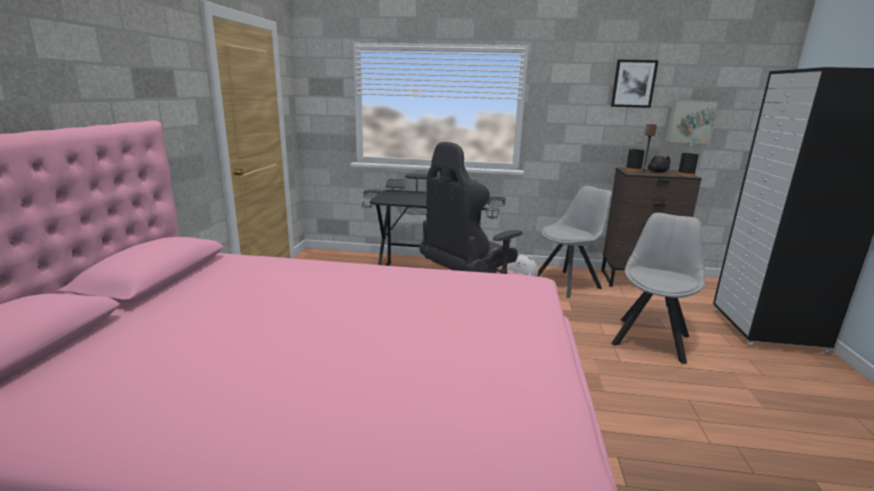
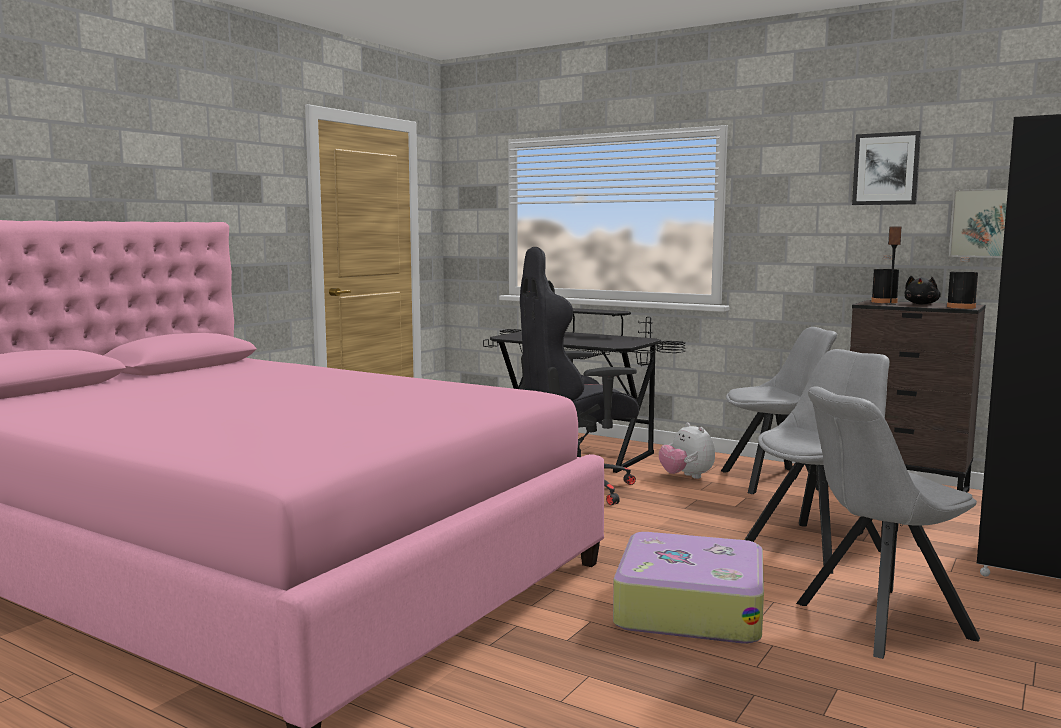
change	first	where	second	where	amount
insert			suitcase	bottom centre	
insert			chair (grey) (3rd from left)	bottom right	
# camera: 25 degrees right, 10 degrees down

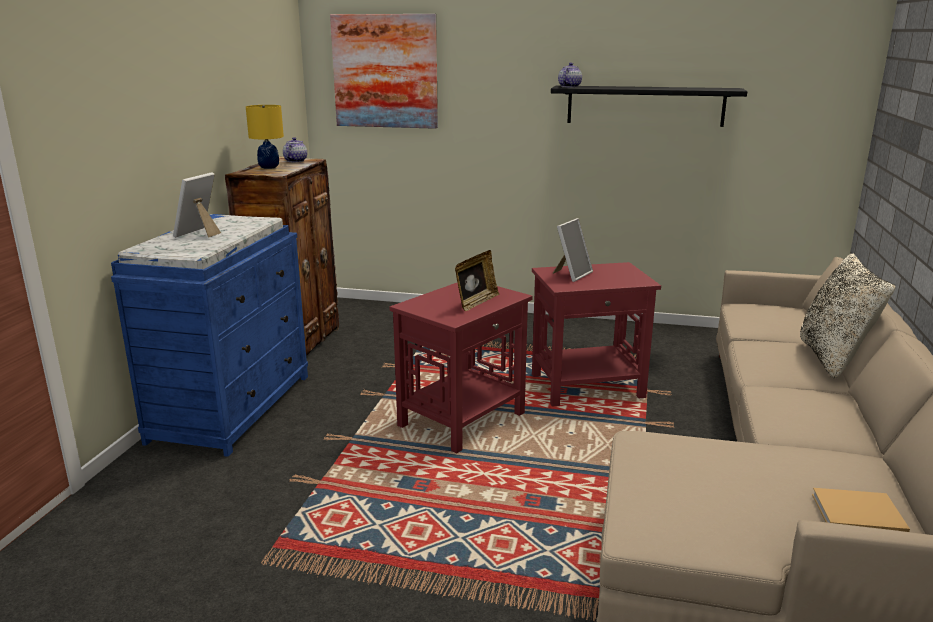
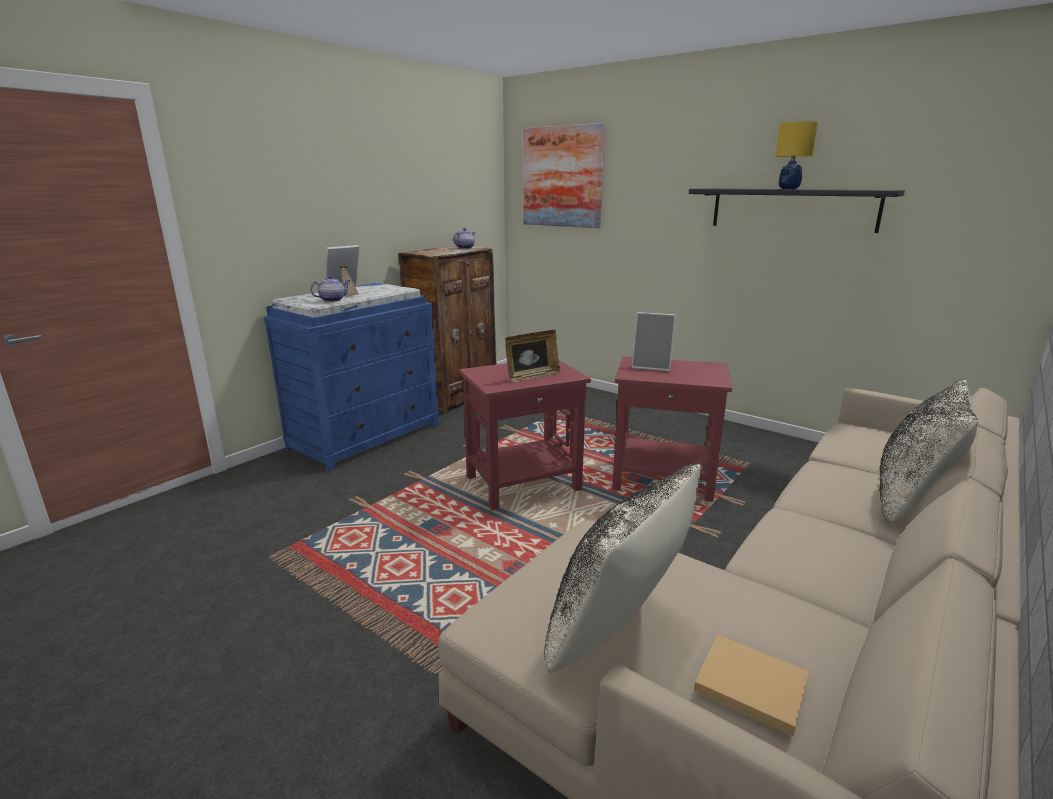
change	first	where	second	where	amount
move	teapot (2nd from left in the first image)	top centre	teapot (1st from left)	middle left	
insert			pillow (beige) (1st from left)	bottom centre	
rotate	picture frame (3rd from left)	centre		centre	45 degrees clockwise
move	table lamp (yellow)	top left		top right	
# camera: 25 degrees right, 0 degrees up

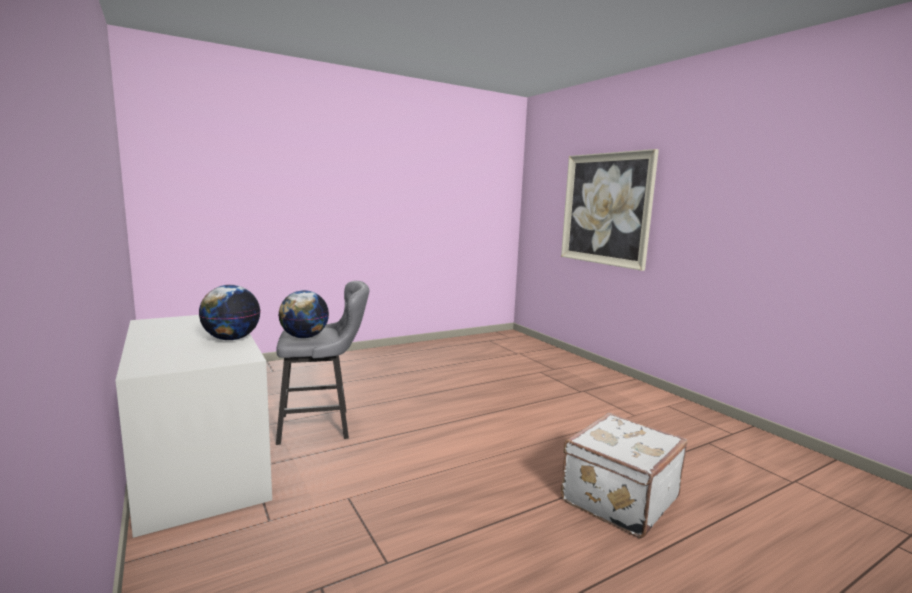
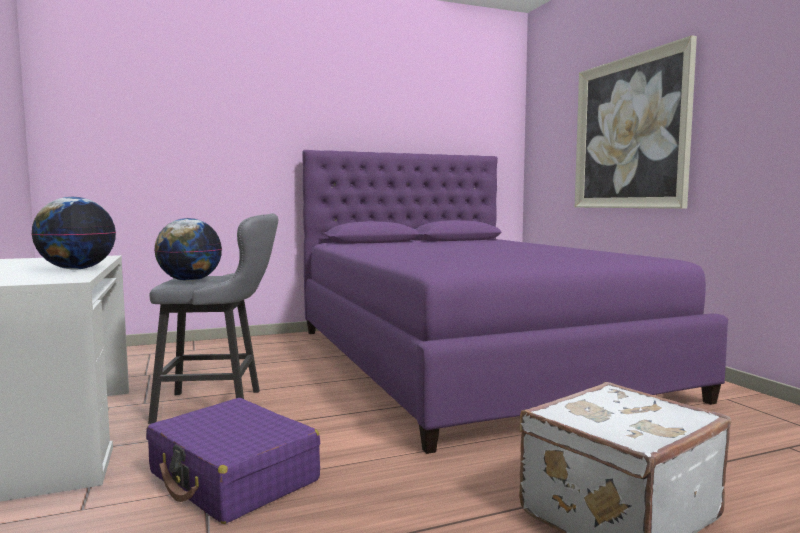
change	first	where	second	where	amount
insert			suitcase (purple)	bottom left	
insert			bed (purple)	centre	
# camera: 10 degrees right, 5 degrees down

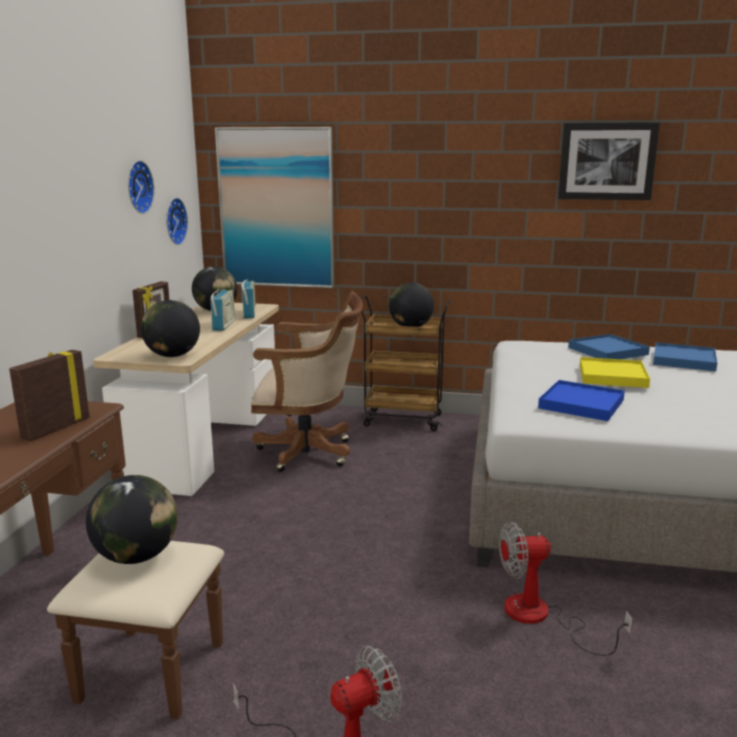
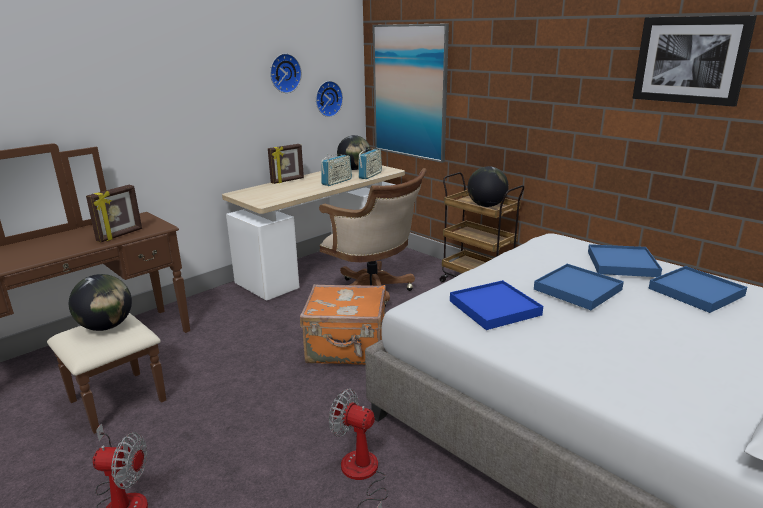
change	first	where	second	where	amount
rotate	picture frame (1st from left)	middle left		middle left	150 degrees clockwise
insert			suitcase (orange)	centre	
recolor	tray (yellow)	middle right	tray (blue) (2nd from left)	middle right	
delete	globe (2nd from left)	middle left			
# camera: 35 degrees right, 5 degrees up

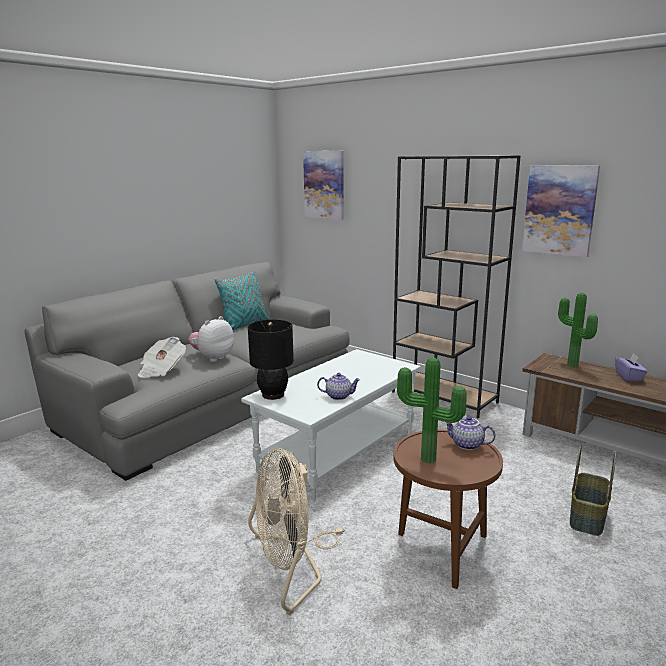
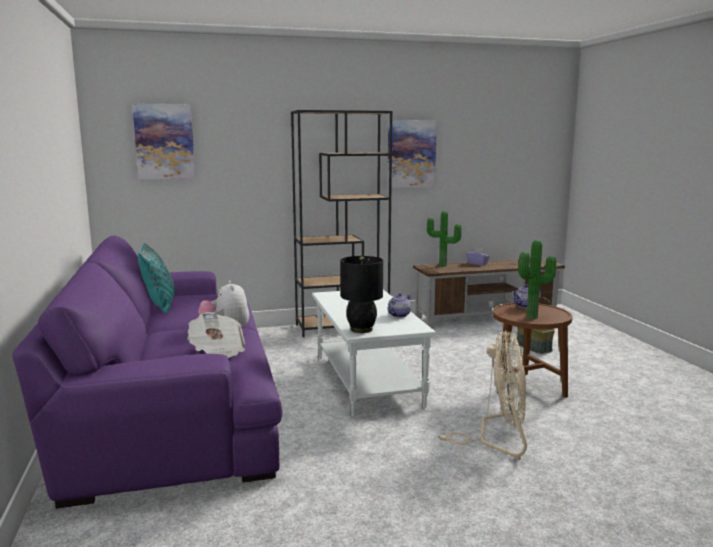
change	first	where	second	where	amount
recolor	sofa (grey)	middle left	sofa (purple)	bottom left	
rotate	fan (beige)	bottom centre		bottom right	90 degrees counterclockwise
# camera: 55 degrees left, 5 degrees down

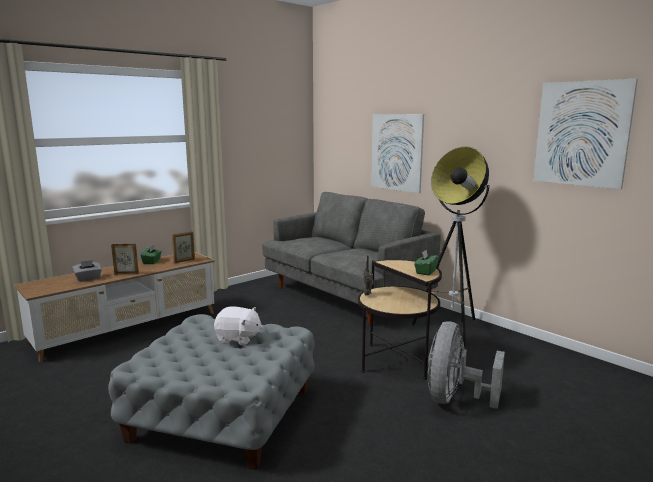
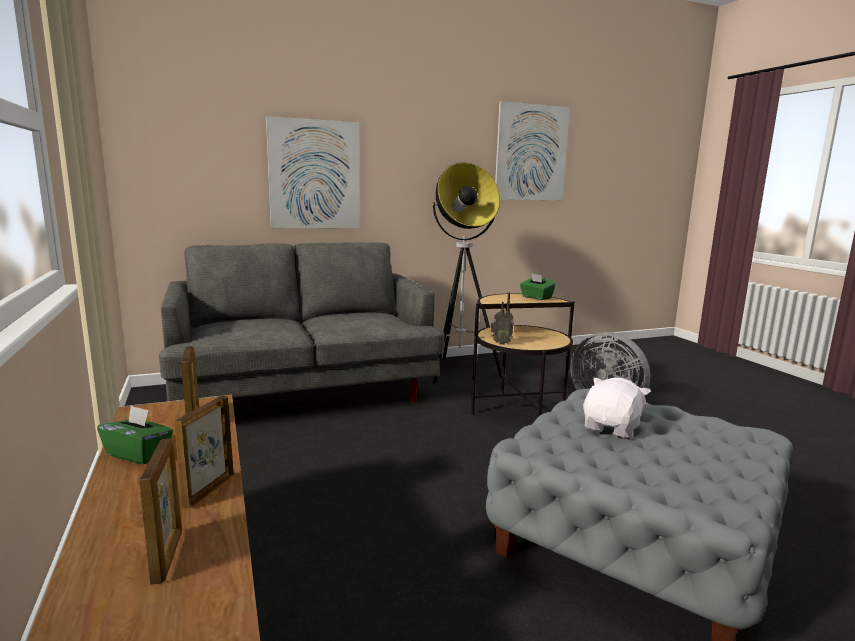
change	first	where	second	where	amount
replace	tissue box (grey)	middle left	picture frame (1st from left)	bottom left	
# camera: 70 degrees left, 0 degrees up

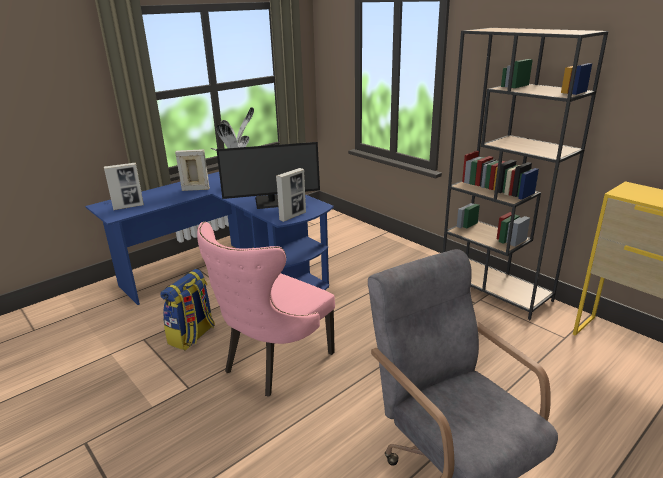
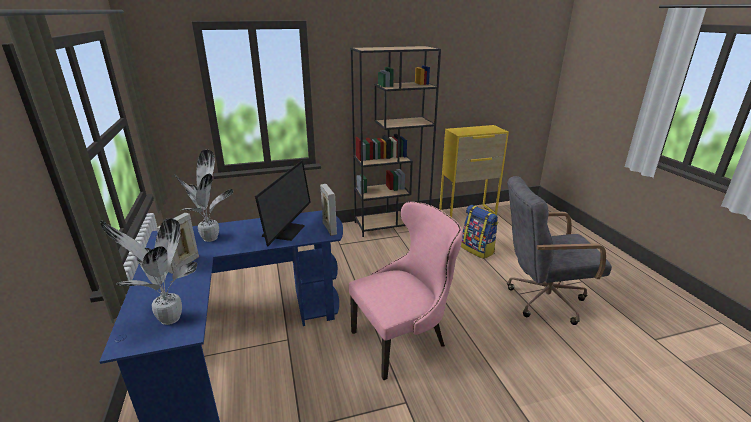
change	first	where	second	where	amount
replace	picture frame (1st from left)	middle left	potted plant (1st from left)	middle left	
rotate	chair (pink)	centre		bottom centre	90 degrees counterclockwise
move	backpack	middle left		centre	
# camera: 65 degrees left, 0 degrees up

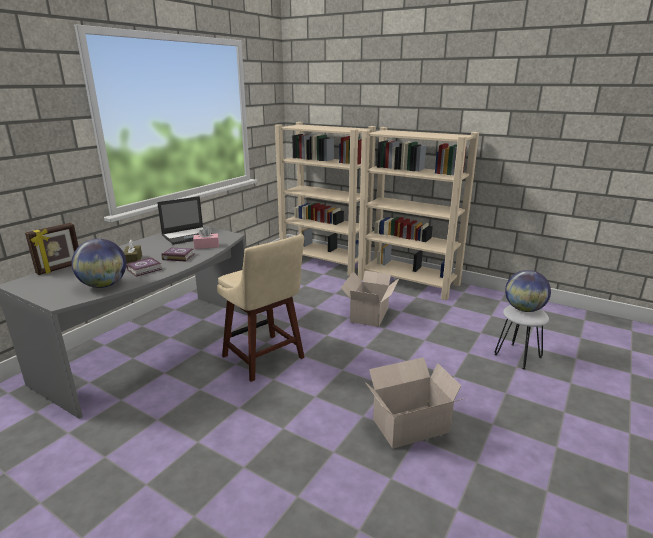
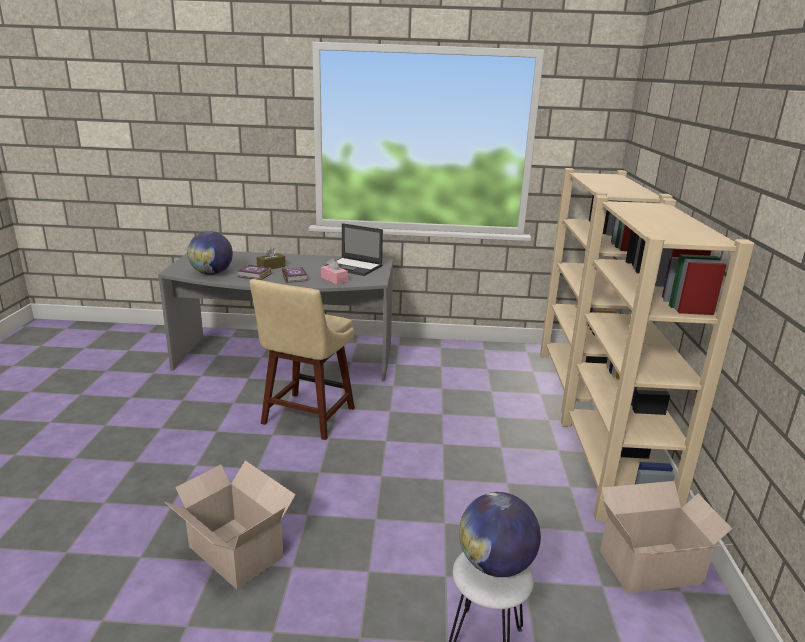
change	first	where	second	where	amount
move	cardboard box (1st from left in the first image)	centre	cardboard box (2nd from left)	bottom right	
delete	picture frame	middle left			
# camera: 60 degrees right, 0 degrees up

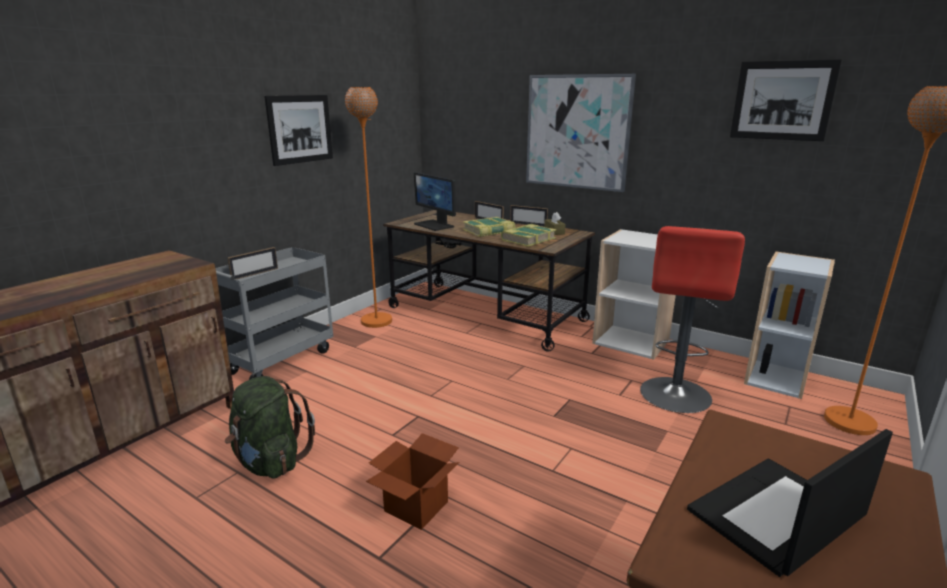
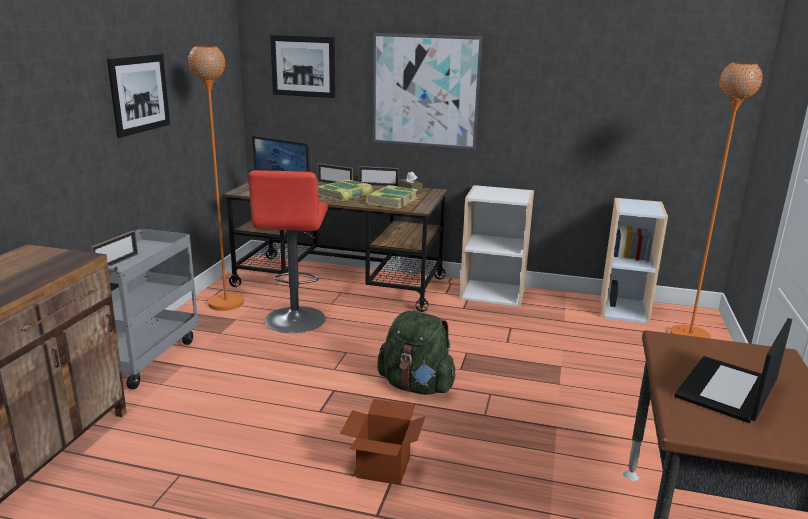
change	first	where	second	where	amount
move	stool (red)	middle right		centre	
move	picture (3rd from left in the first image)	top right	picture (2nd from left)	top centre	
move	backpack (green)	bottom left		bottom centre	
# camera: 20 degrees left, 0 degrees up

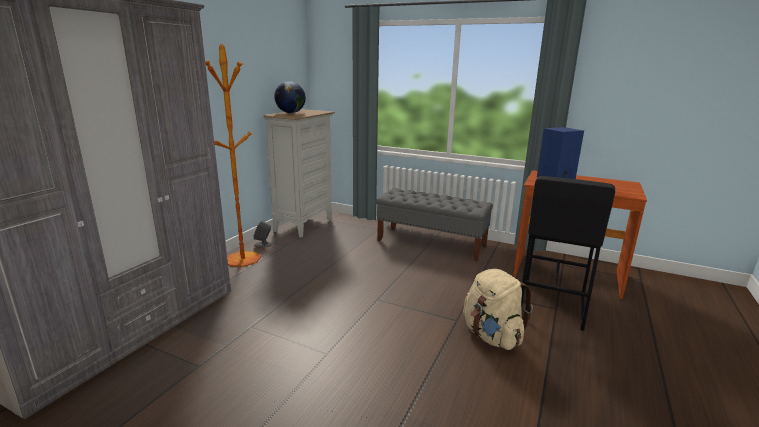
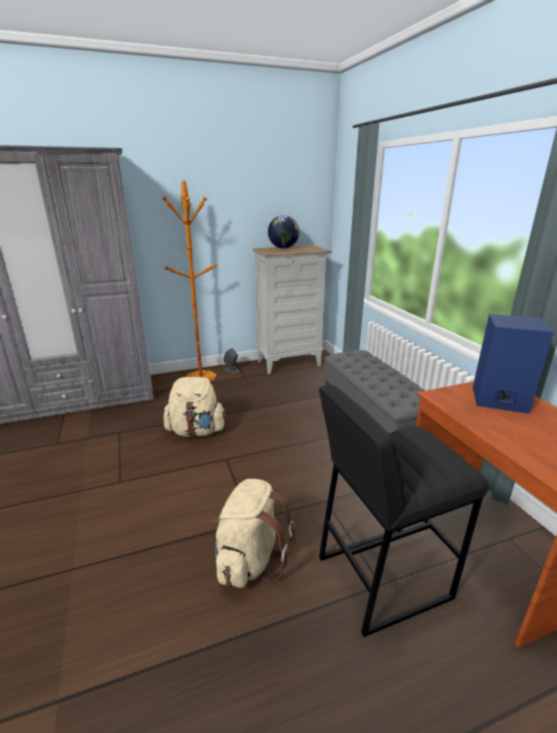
change	first	where	second	where	amount
insert			backpack (beige) (1st from left)	centre	
# camera: 45 degrees right, 5 degrees up

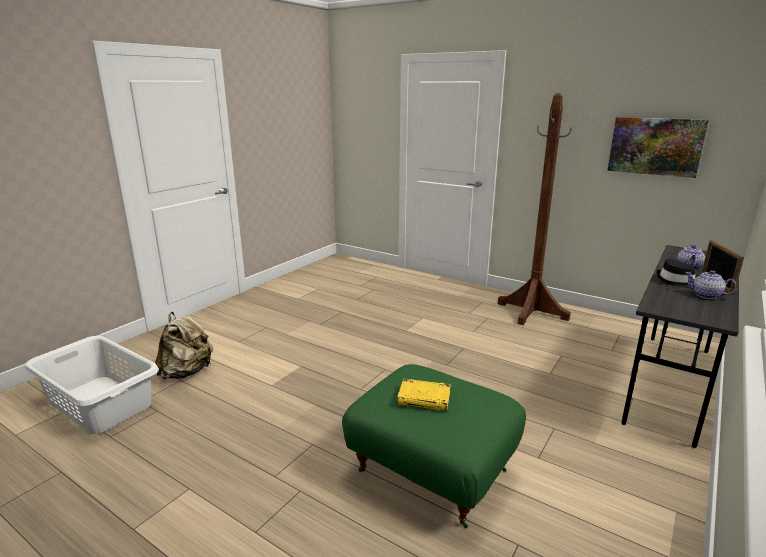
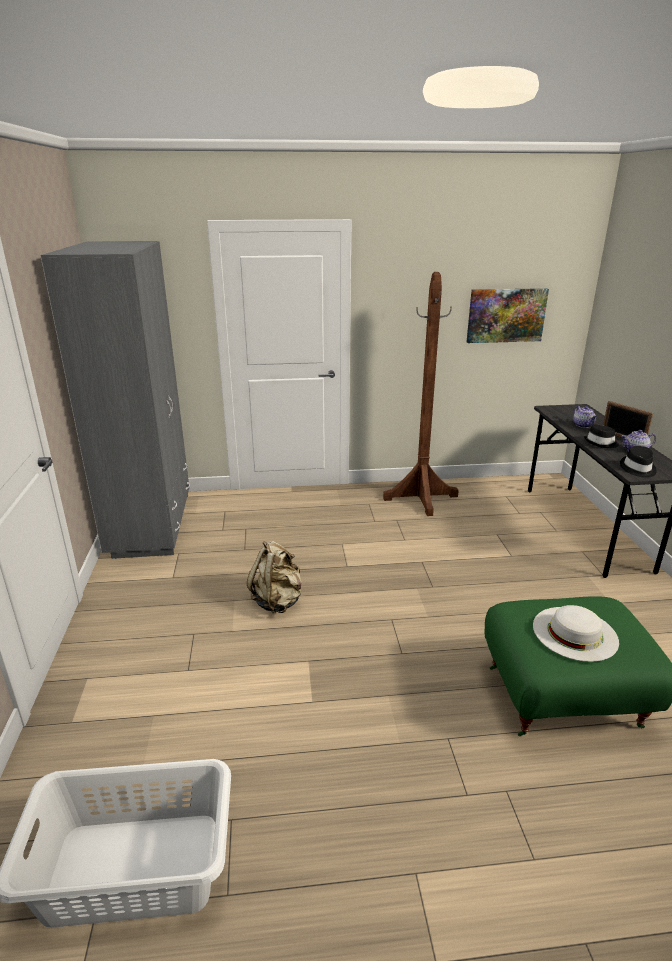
change	first	where	second	where	amount
insert			wardrobe (grey)	middle left	
move	backpack (beige)	middle left		centre	
replace	book (yellow)	bottom centre	hat (white)	middle right	
insert			hat (black) (2nd from left)	middle right	
# camera: 40 degrees left, 5 degrees up

